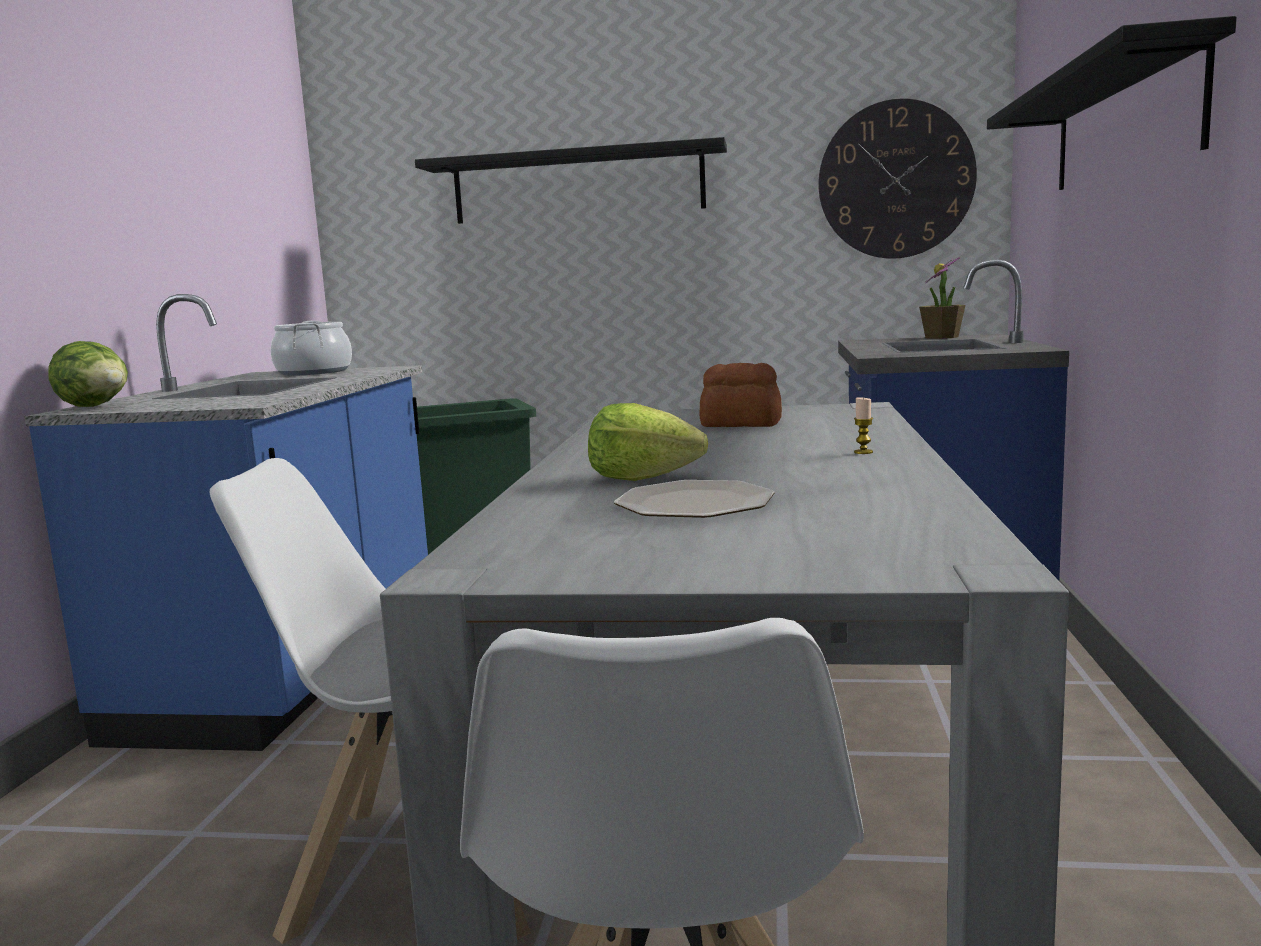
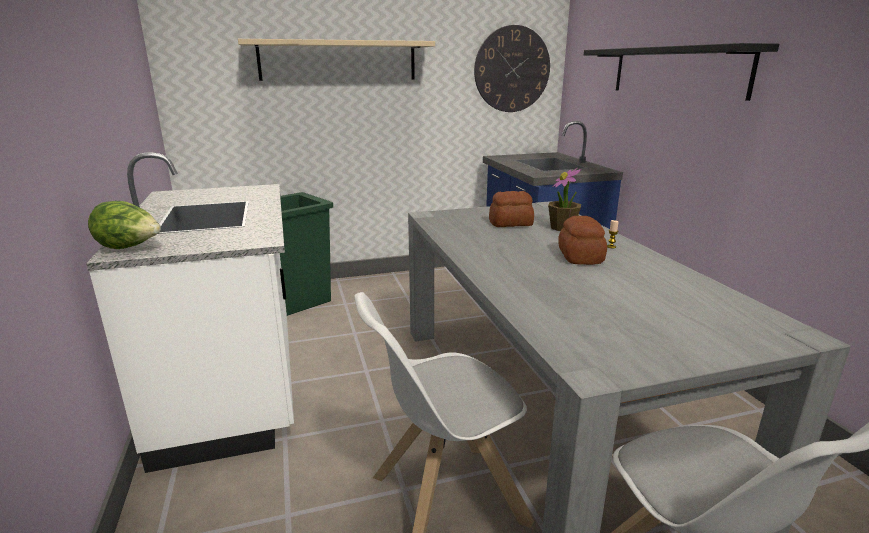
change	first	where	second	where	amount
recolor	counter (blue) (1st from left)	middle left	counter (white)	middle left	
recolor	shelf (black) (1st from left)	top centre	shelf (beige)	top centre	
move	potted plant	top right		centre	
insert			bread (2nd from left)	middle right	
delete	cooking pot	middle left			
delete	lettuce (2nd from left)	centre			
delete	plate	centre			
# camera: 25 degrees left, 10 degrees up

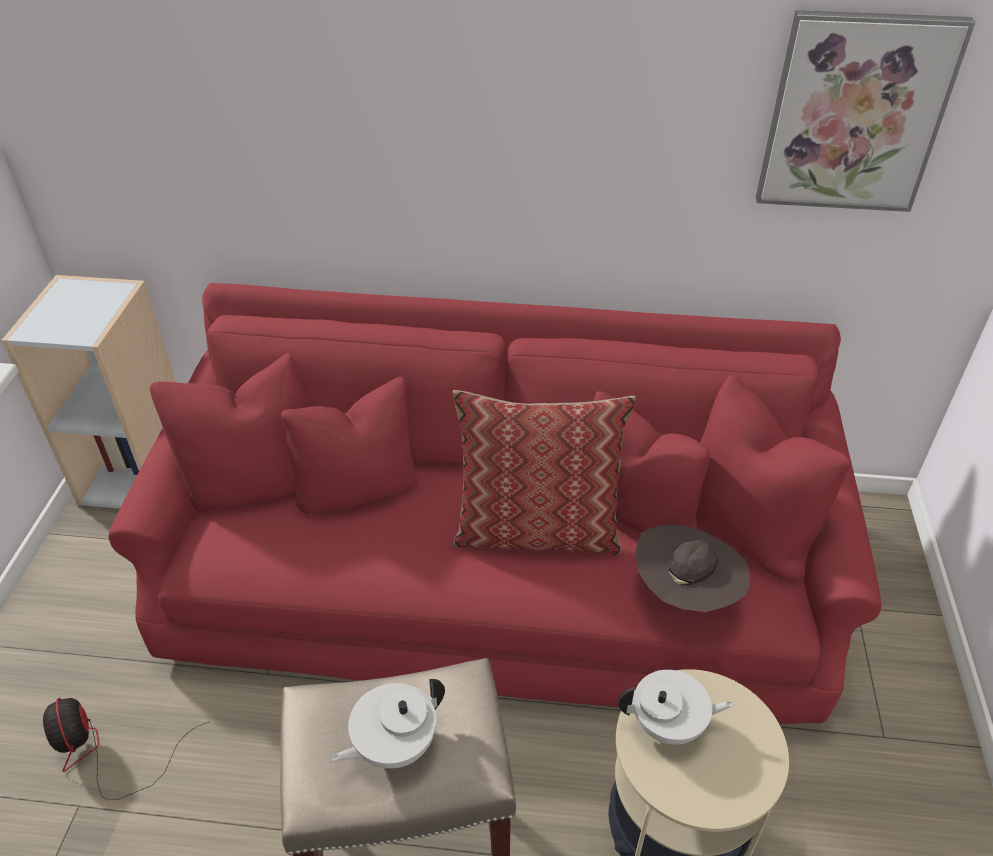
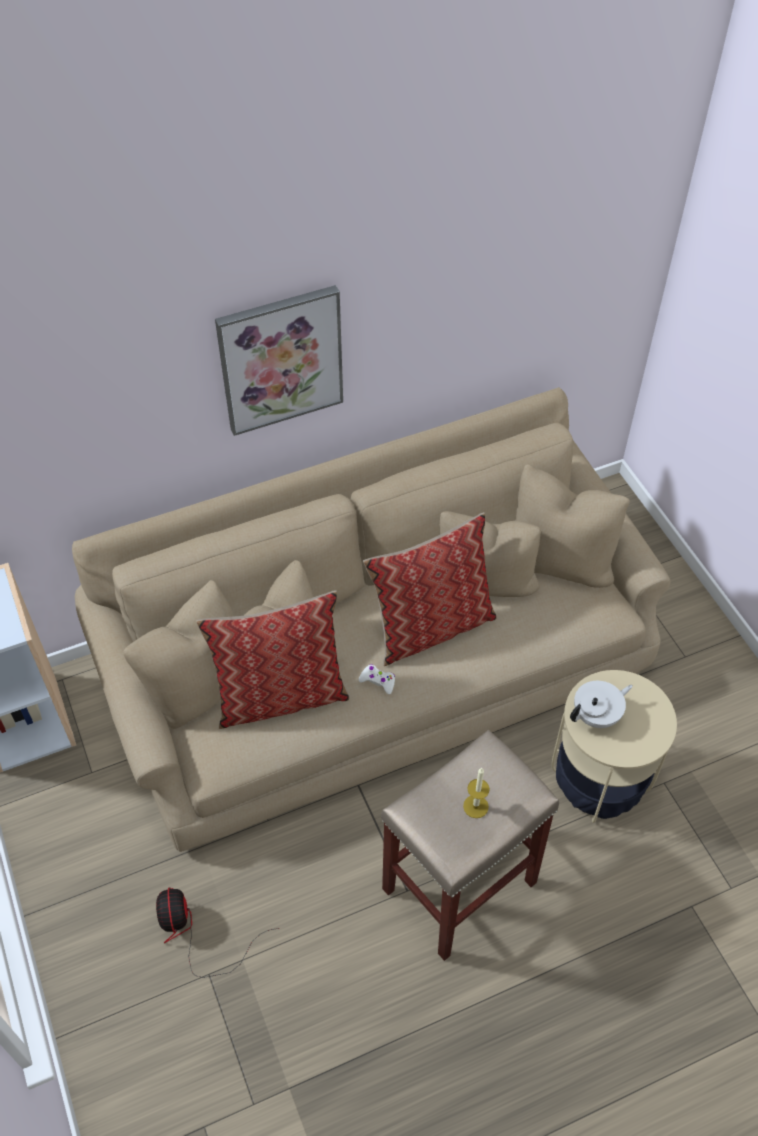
change	first	where	second	where	amount
recolor	sofa (red)	centre	sofa (beige)	centre	
rotate	fan	bottom left		bottom left	45 degrees clockwise
insert			pillow (1st from left)	centre	
move	picture	top right		top centre	
insert			game controller (white)	centre	
replace	teapot (white) (1st from left)	bottom centre	candle	bottom centre	
delete	hat (brown)	middle right			
# camera: 30 degrees left, 10 degrees up

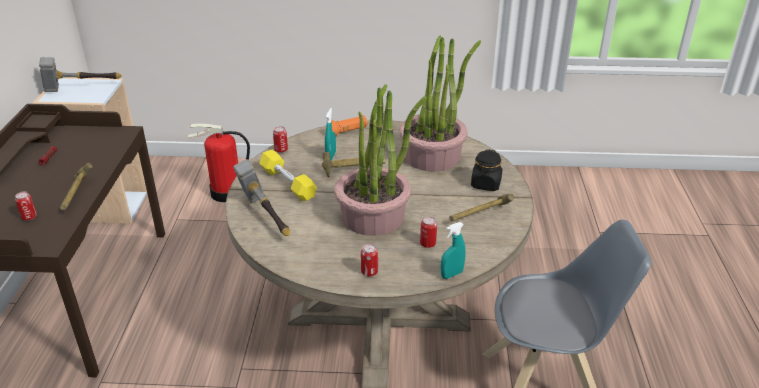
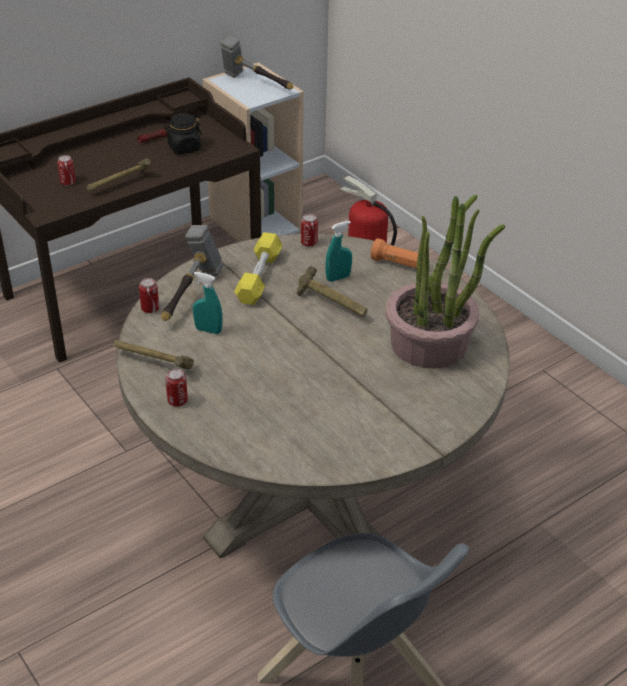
change	first	where	second	where	amount
move	hammer (5th from left in the first image)	centre	hammer (2nd from left)	middle left	
move	can (4th from left in the first image)	centre	can (2nd from left)	middle left	
move	jar (black)	centre		top left	
move	spray bottle (turquoise) (2nd from left in the first image)	centre	spray bottle (turquoise) (1st from left)	middle left	
delete	potted plant (1st from left)	centre			
# camera: 50 degrees right, 5 degrees up

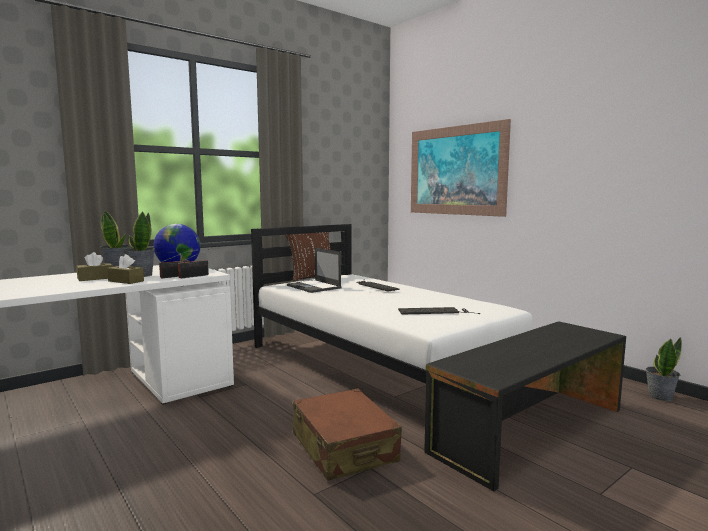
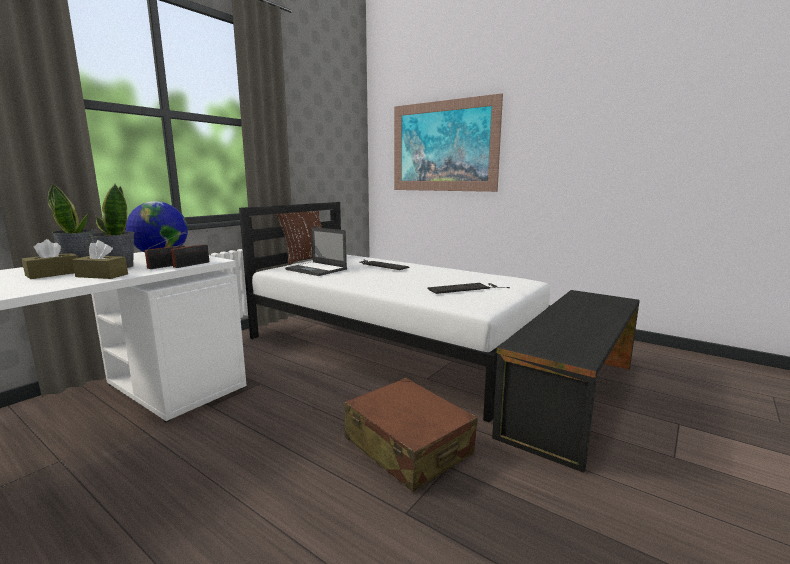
change	first	where	second	where	amount
delete	potted plant (3rd from left)	bottom right			
# camera: 15 degrees left, 5 degrees up

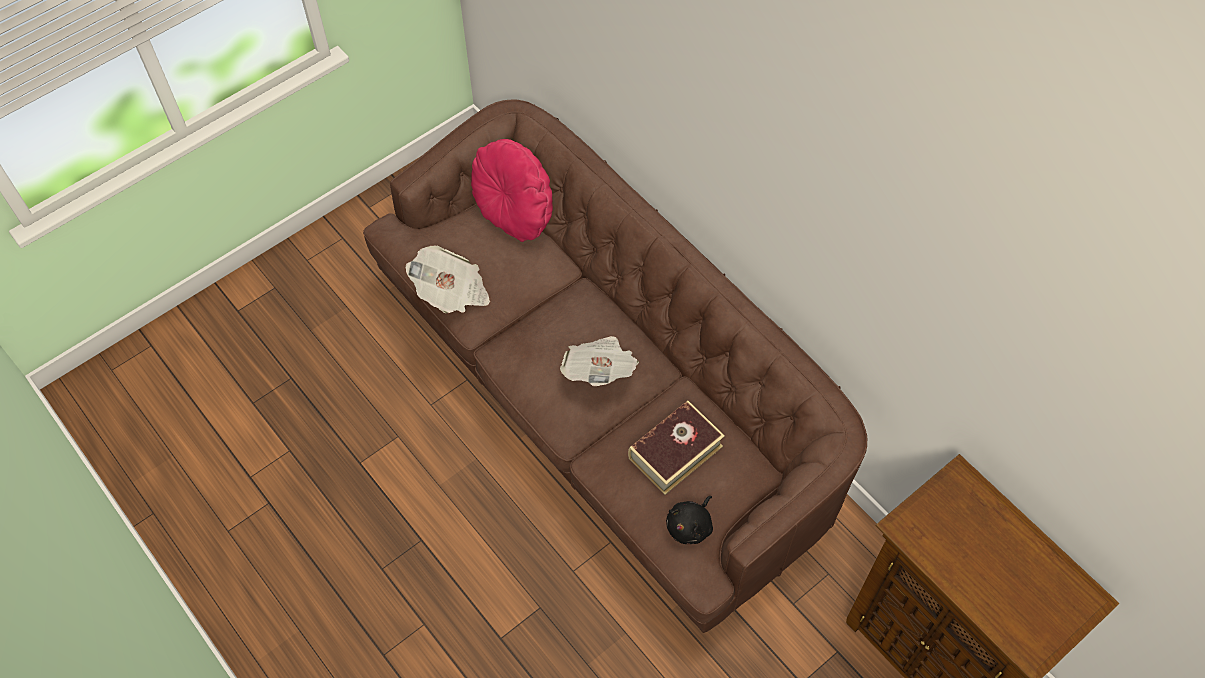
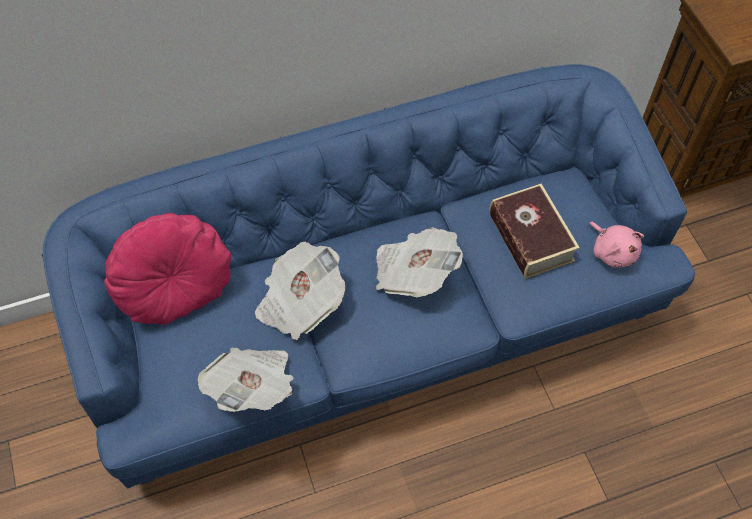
change	first	where	second	where	amount
recolor	sofa (brown)	centre	sofa (blue)	centre	
insert			newspaper (2nd from left)	centre	
recolor	plush toy (black)	bottom centre	plush toy (pink)	middle right	
# camera: 70 degrees left, 0 degrees up

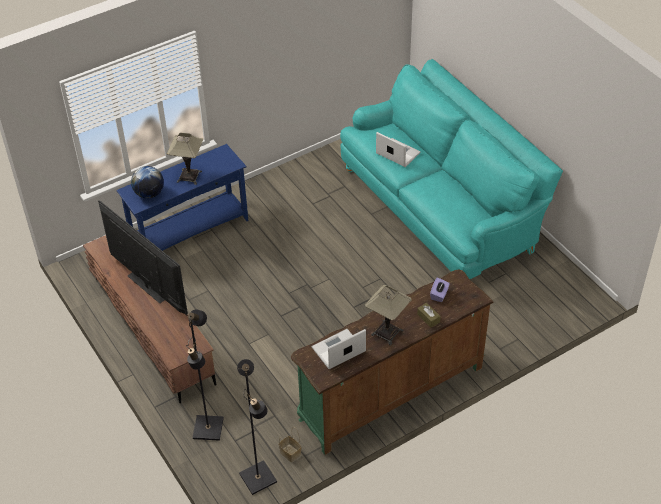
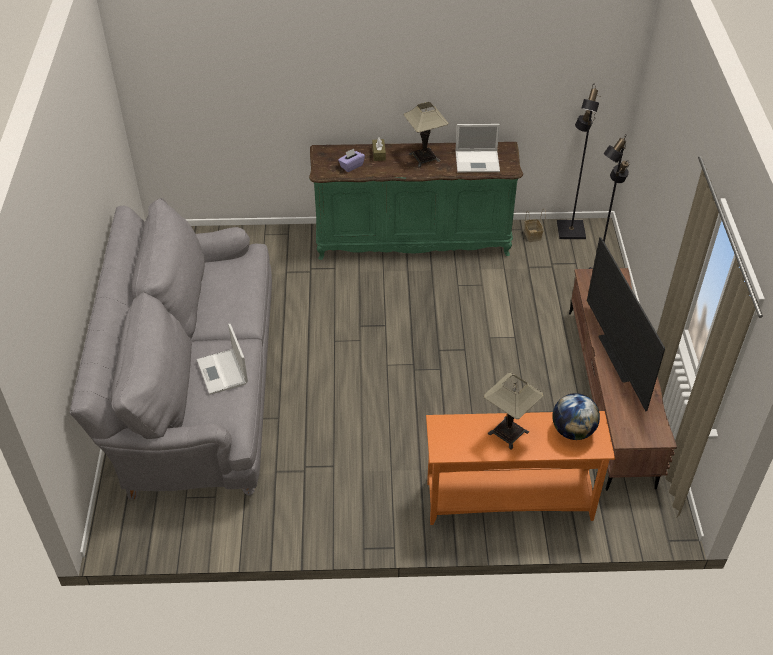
change	first	where	second	where	amount
recolor	sofa (turquoise)	middle right	sofa (grey)	middle left	
recolor	console table (blue)	middle left	console table (orange)	bottom right	
# camera: 150 degrees left, 0 degrees up

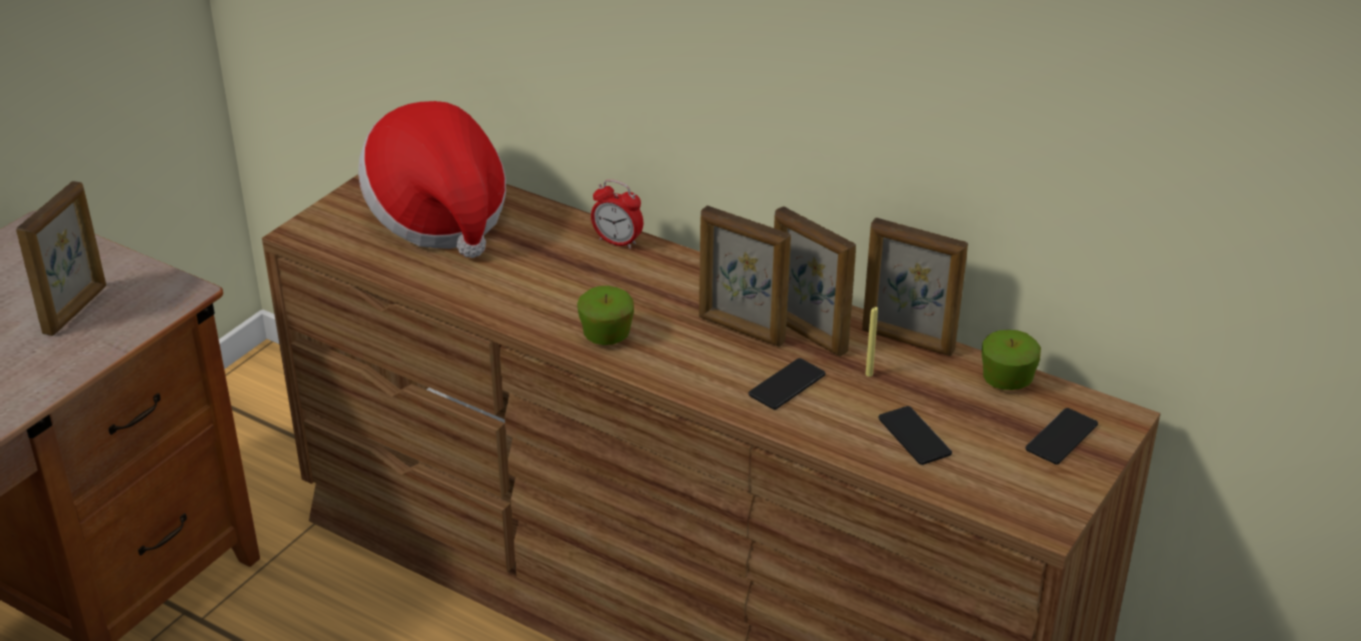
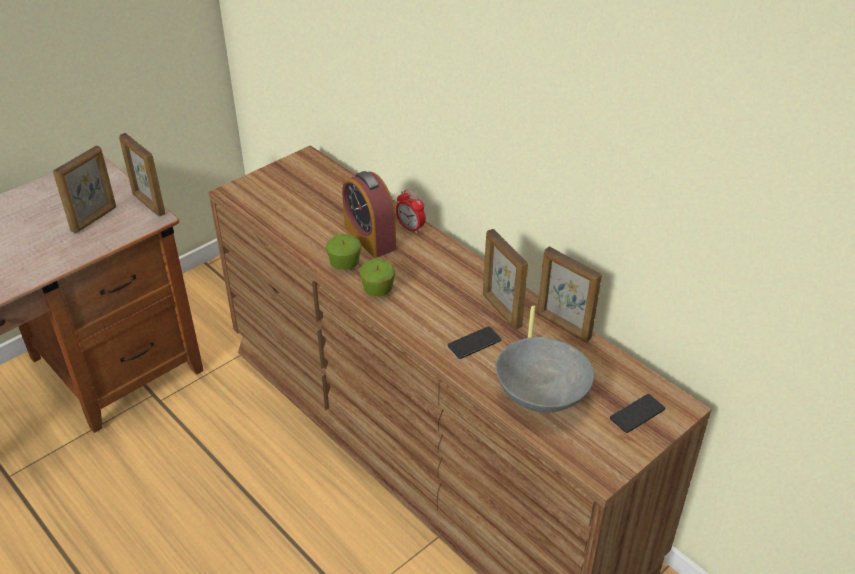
change	first	where	second	where	amount
move	picture frame (2nd from left)	centre		top left	
move	apple (2nd from left in the first image)	middle right	apple (1st from left)	centre	
insert			alarm clock (1st from left)	centre	
replace	phone (2nd from left)	bottom right	bowl (grey)	centre	
delete	hat	top left			
# camera: 15 degrees right, 5 degrees up

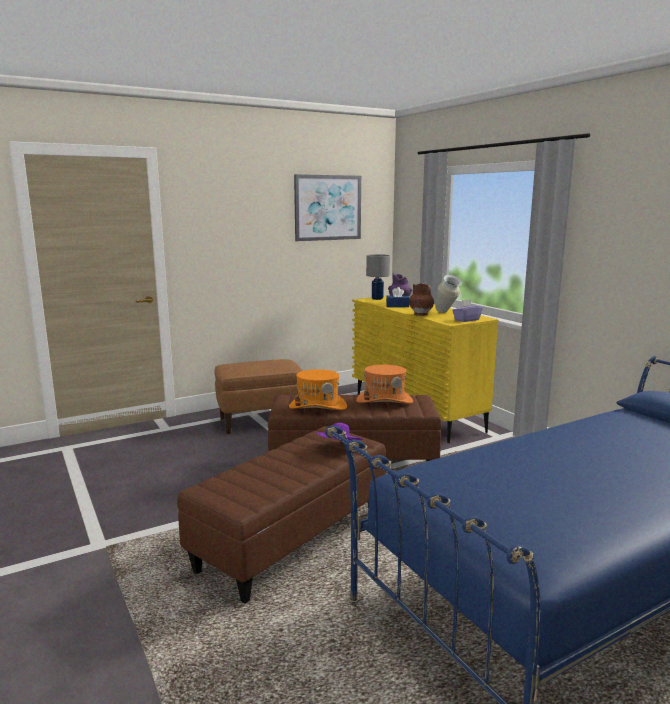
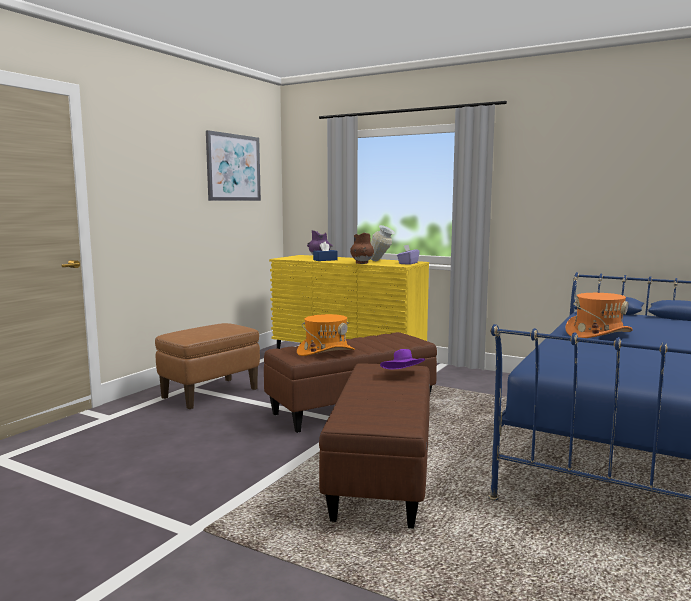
change	first	where	second	where	amount
move	hat (orange) (2nd from left)	centre		middle right	
delete	table lamp (grey)	centre			
# camera: 30 degrees left, 5 degrees down

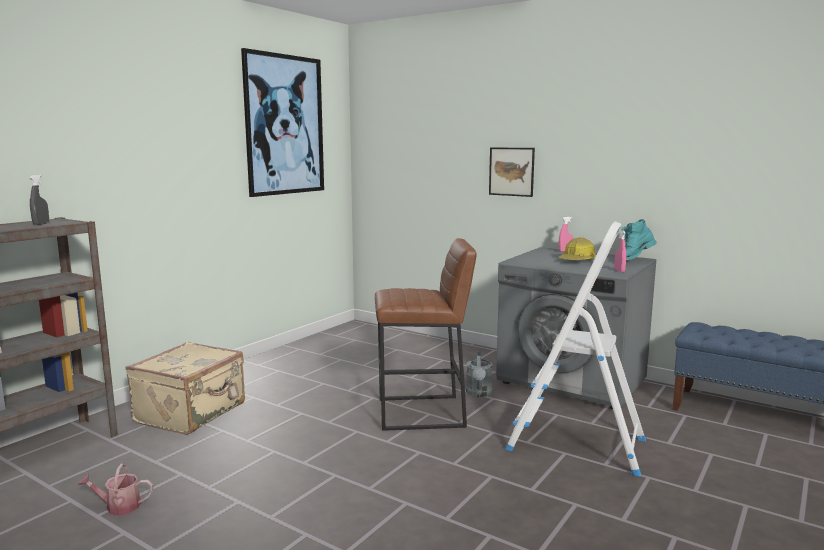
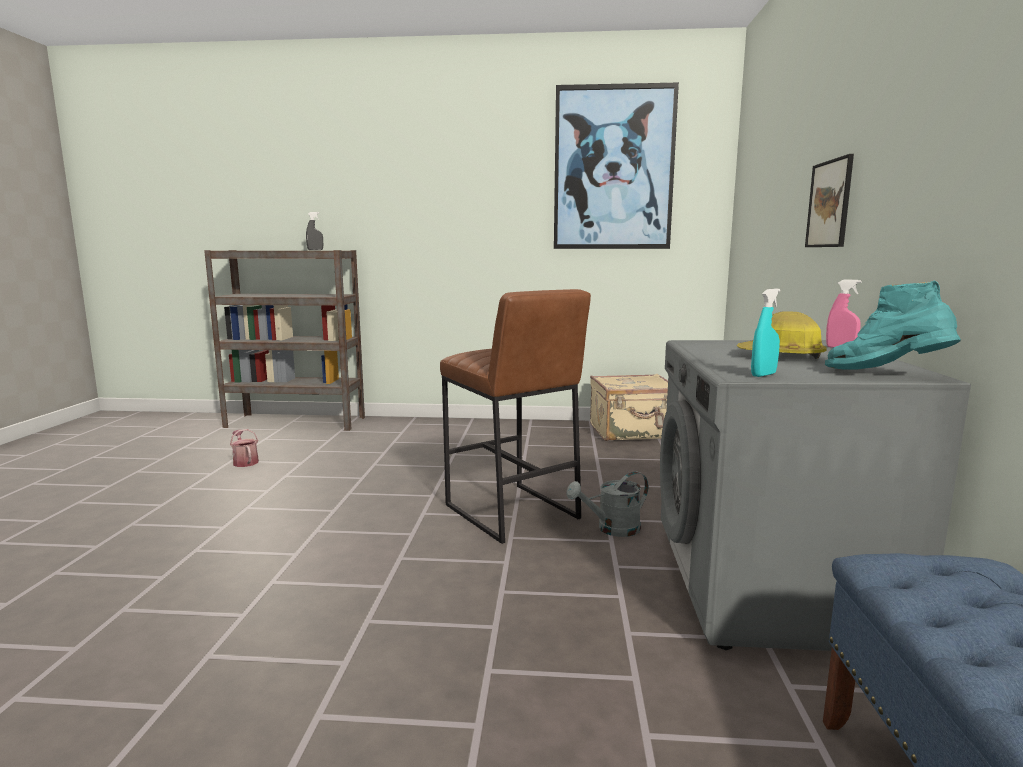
change	first	where	second	where	amount
move	suitcase (beige)	bottom left		centre	
recolor	spray bottle (pink) (2nd from left)	middle right	spray bottle (turquoise)	middle right	
delete	step ladder (white)	middle right			
# camera: 60 degrees right, 0 degrees up

